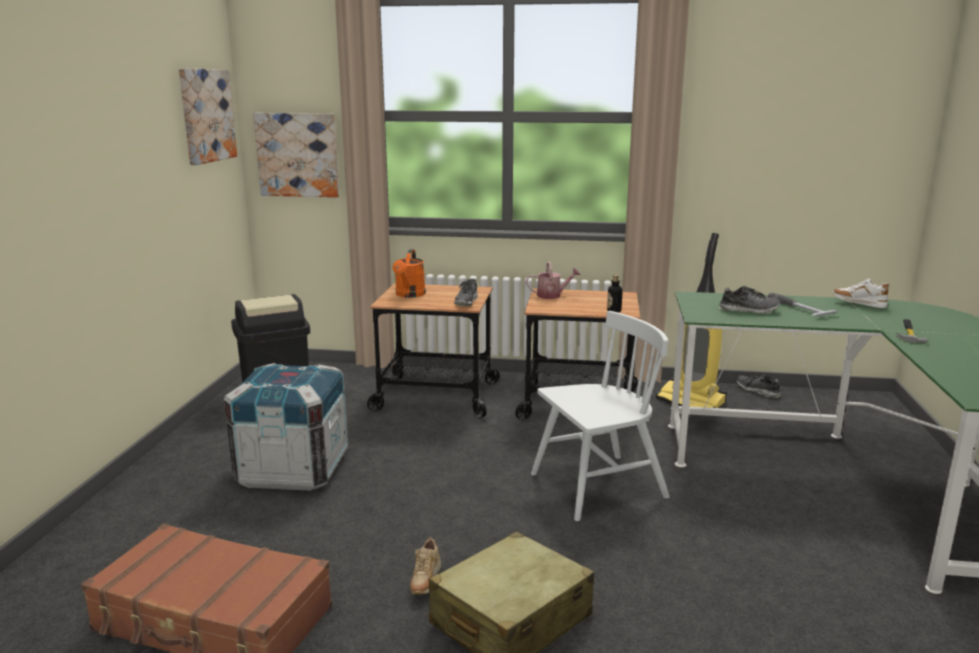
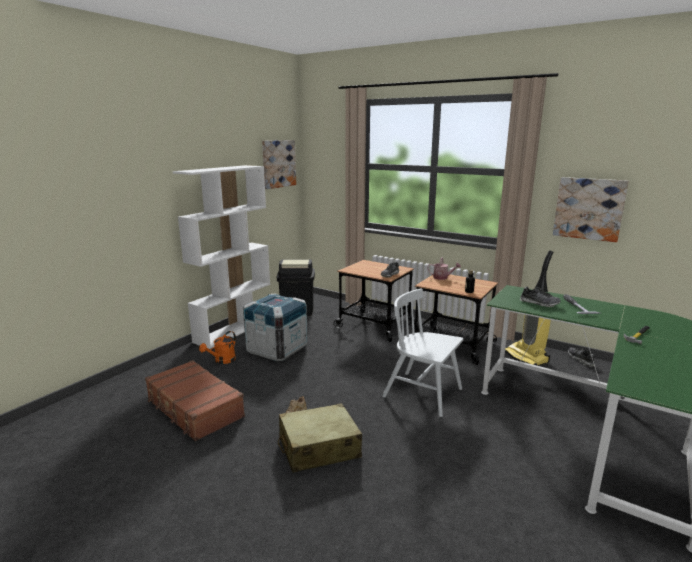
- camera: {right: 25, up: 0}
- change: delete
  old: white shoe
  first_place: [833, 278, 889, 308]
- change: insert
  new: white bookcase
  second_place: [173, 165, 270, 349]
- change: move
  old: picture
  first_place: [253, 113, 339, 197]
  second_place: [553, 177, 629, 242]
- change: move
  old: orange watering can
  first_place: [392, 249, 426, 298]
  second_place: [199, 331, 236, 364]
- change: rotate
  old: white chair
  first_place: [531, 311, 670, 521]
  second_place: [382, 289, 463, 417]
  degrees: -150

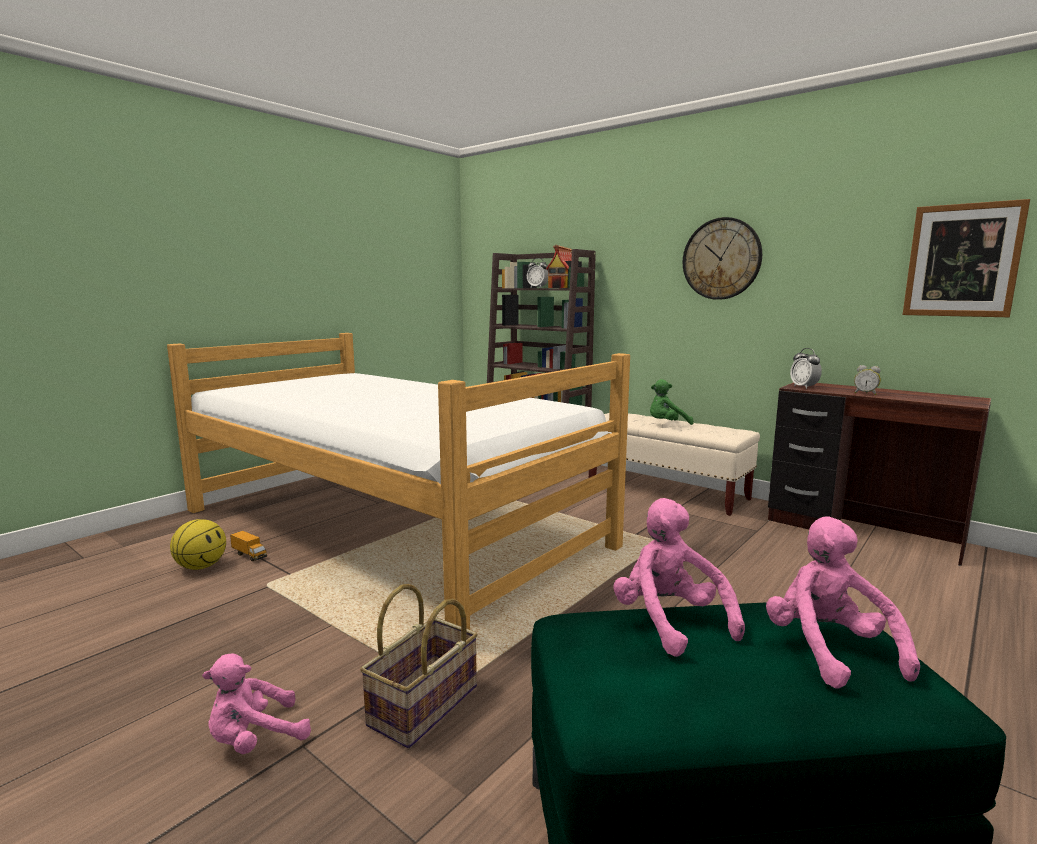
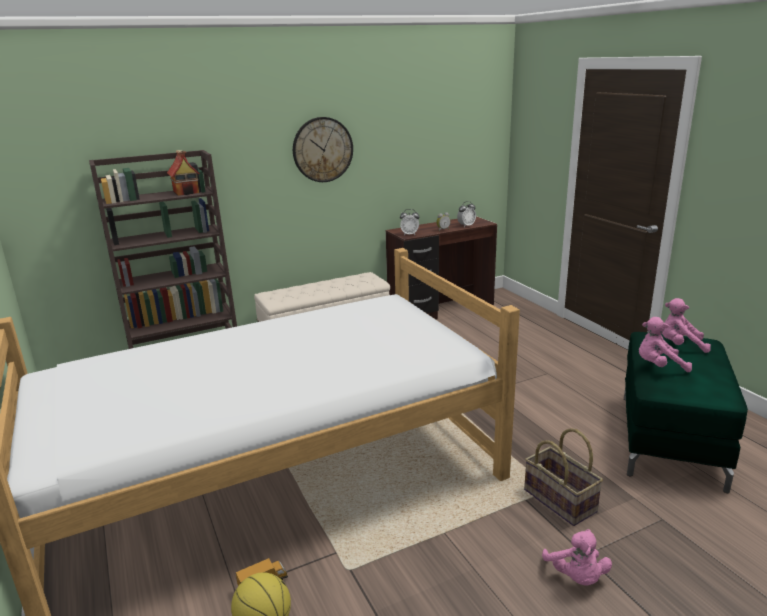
- camera: {right: -65, up: 10}
- change: delete
  old: green plush toy
  first_place: [650, 379, 694, 425]
- change: delete
  old: picture
  first_place: [903, 199, 1030, 317]
- change: move
  old: alarm clock
  first_place: [527, 258, 548, 288]
  second_place: [457, 201, 476, 228]

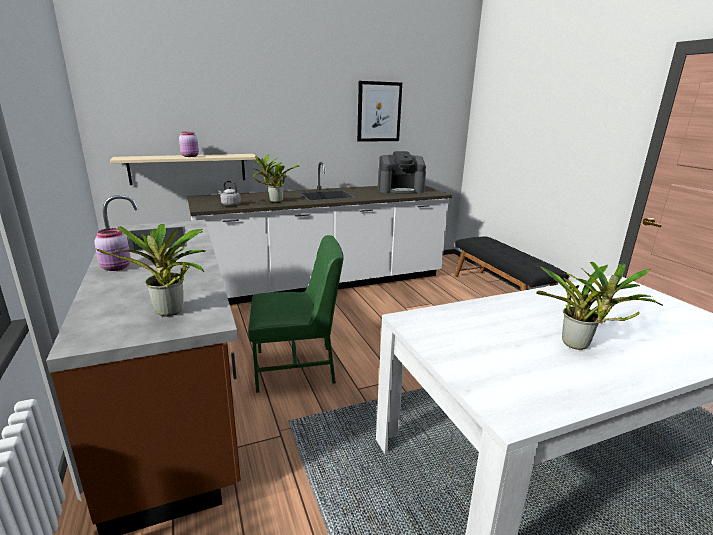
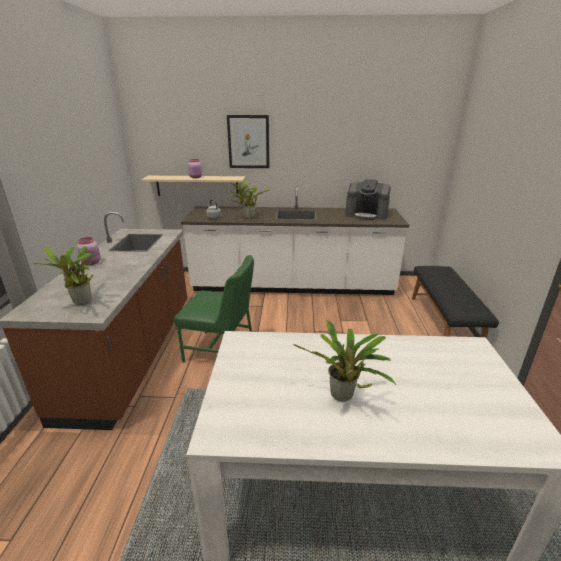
- camera: {right: 25, up: 5}
- change: move
  old: picture
  first_place: [357, 81, 402, 142]
  second_place: [227, 115, 269, 168]

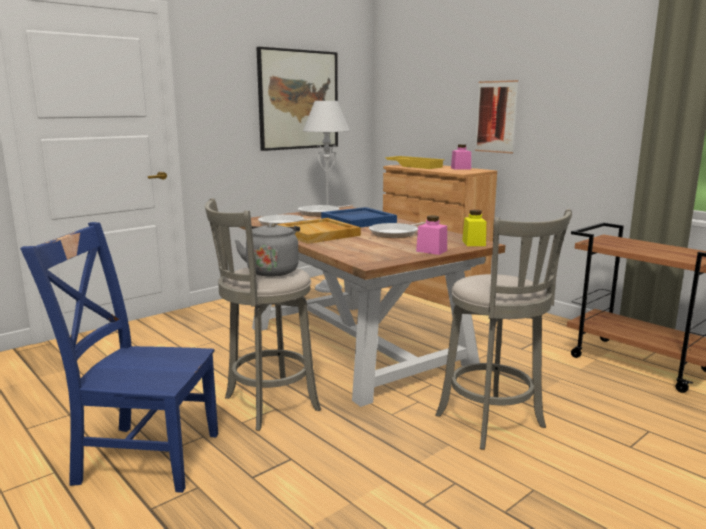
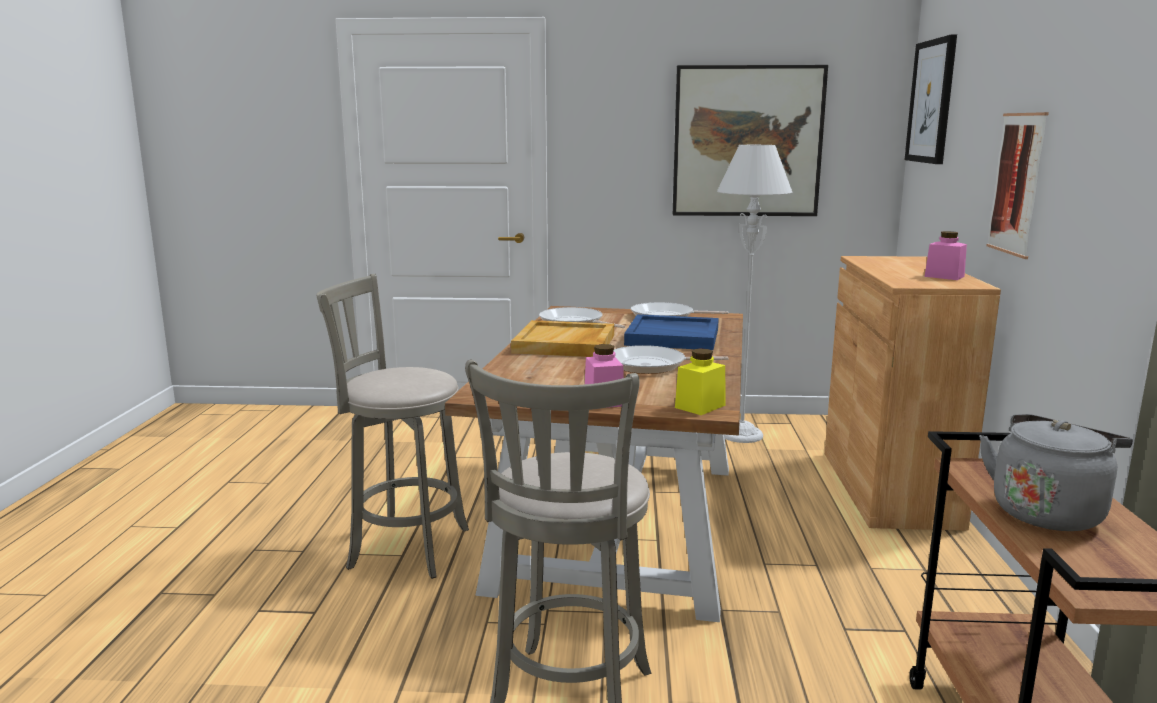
- camera: {right: 45, up: 0}
- change: delete
  old: blue chair
  first_place: [20, 222, 218, 493]
- change: delete
  old: yellow tray
  first_place: [385, 156, 445, 169]
- change: insert
  new: picture
  second_place: [905, 35, 957, 164]
- change: move
  old: grey kettle
  first_place: [235, 223, 300, 277]
  second_place: [979, 414, 1133, 531]

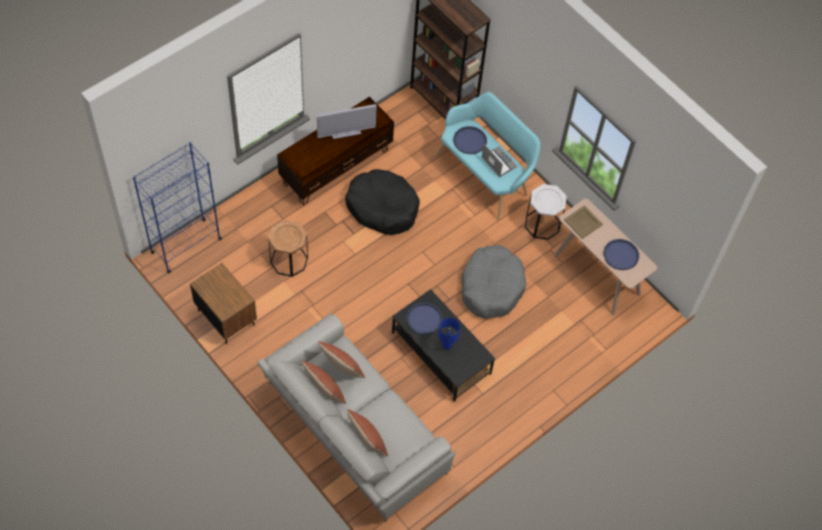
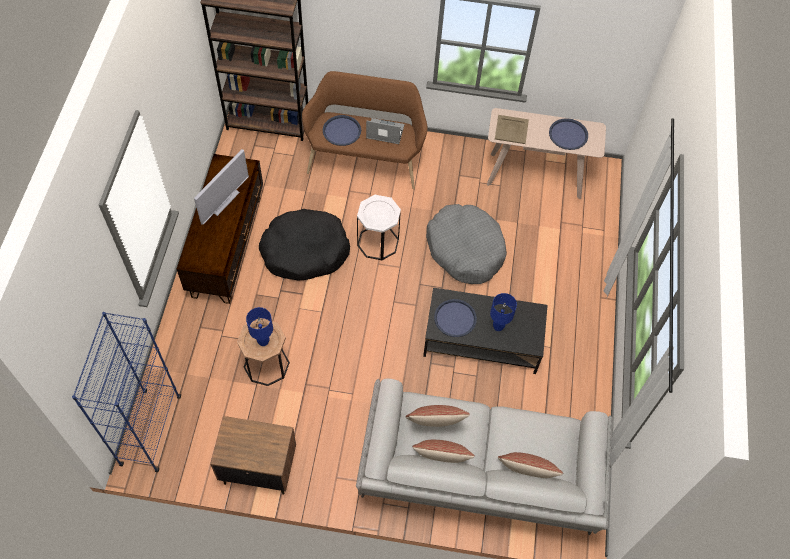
- camera: {right: -40, up: 0}
- change: insert
  new: blue table lamp
  second_place: [246, 307, 273, 346]
- change: move
  old: white side table
  first_place: [525, 184, 566, 240]
  second_place: [357, 195, 401, 260]
- change: recolor
  old: turquoise bench
  new: brown bench
  first_place: [435, 92, 541, 220]
  second_place: [302, 71, 428, 189]

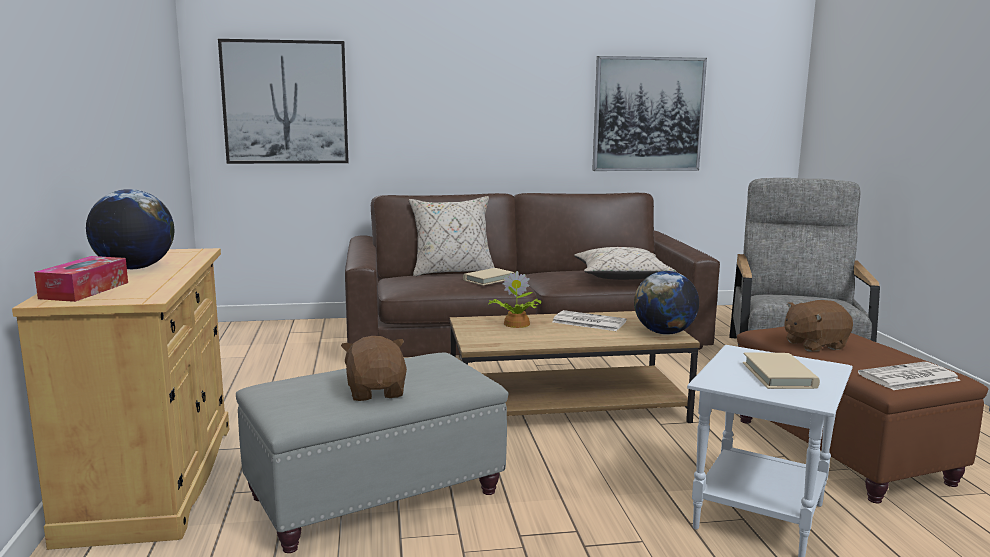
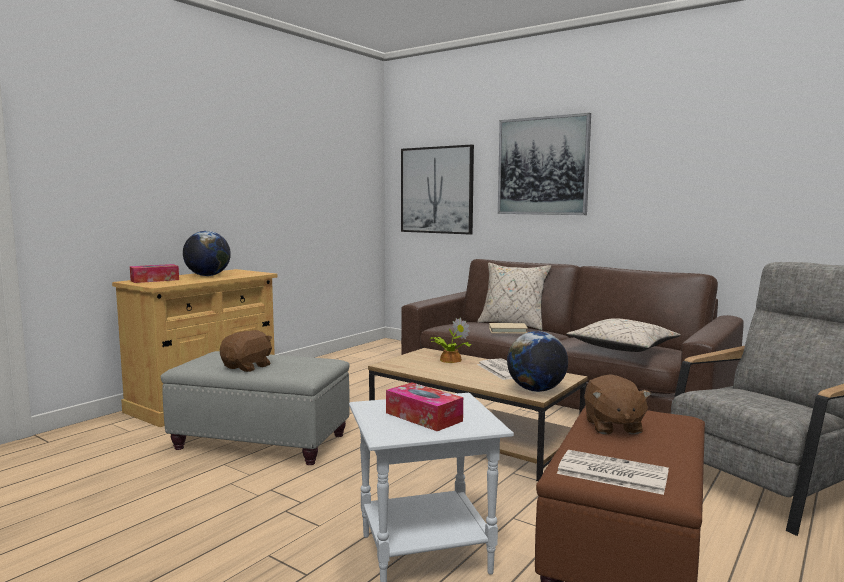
- camera: {right: 45, up: -5}
- change: move
  old: picture
  first_place: [592, 56, 707, 171]
  second_place: [498, 113, 591, 215]
- change: replace
  old: beige book
  new: tissue box
  first_place: [743, 353, 820, 389]
  second_place: [386, 382, 463, 431]
- change: rotate
  old: brown plush toy
  first_place: [784, 300, 853, 352]
  second_place: [584, 374, 651, 434]
  degrees: -120

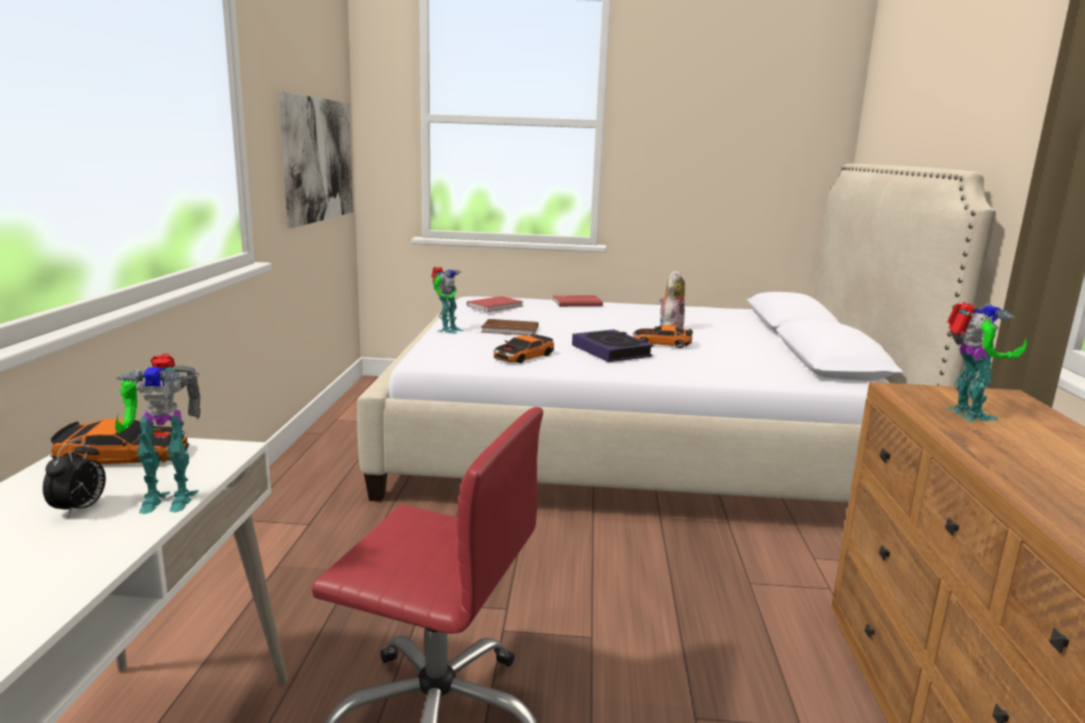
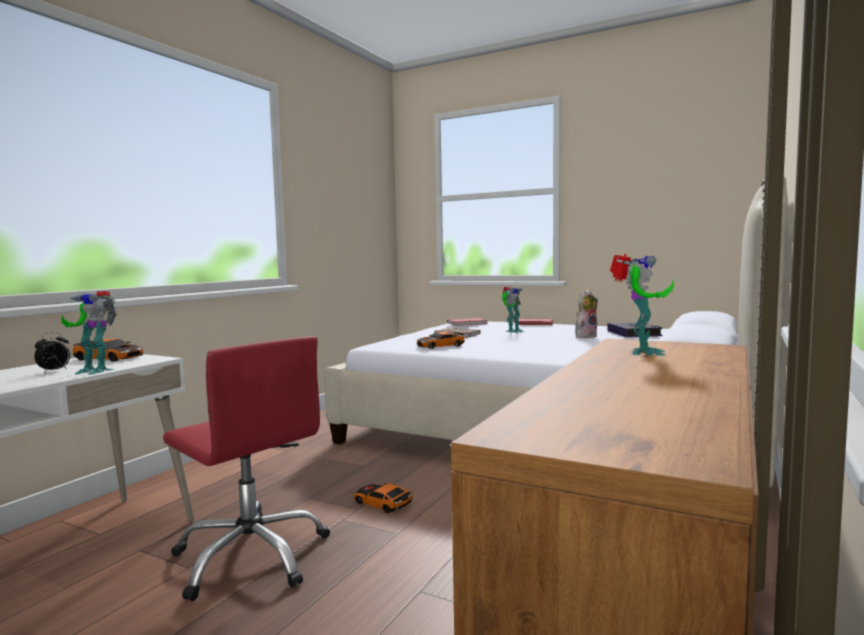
- camera: {right: 25, up: -10}
- change: delete
  old: picture
  first_place: [279, 91, 353, 228]
- change: move
  old: toy robot
  first_place: [431, 267, 464, 334]
  second_place: [502, 287, 524, 333]
- change: move
  old: book
  first_place: [572, 329, 653, 362]
  second_place: [607, 322, 663, 337]
- change: move
  old: toy car
  first_place: [633, 325, 693, 348]
  second_place: [354, 483, 413, 513]

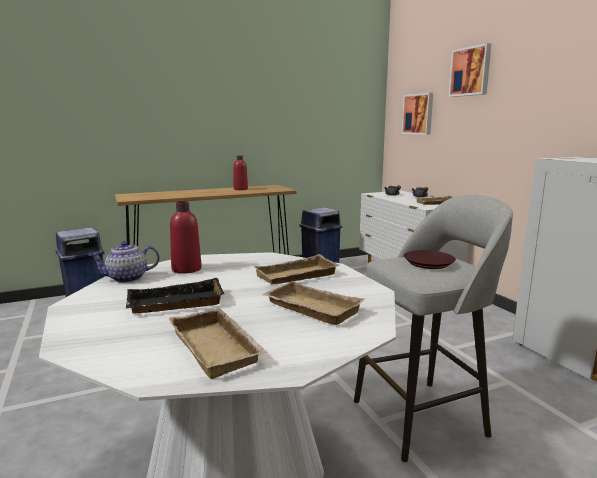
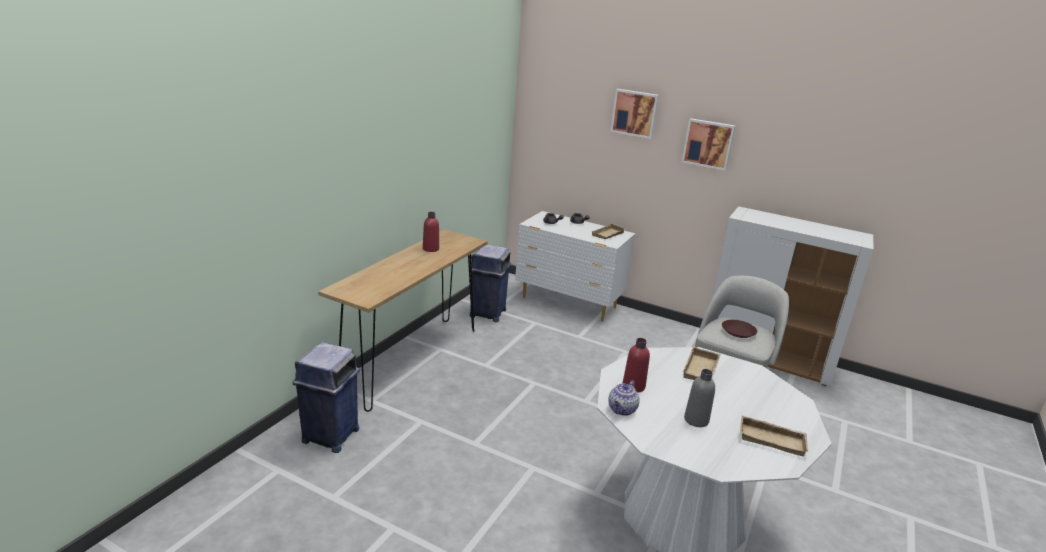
- camera: {right: -40, up: 10}
- change: delete
  old: beige tray
  first_place: [262, 281, 364, 325]
- change: move
  old: picture
  first_place: [402, 93, 433, 135]
  second_place: [682, 118, 735, 171]
- change: replace
  old: black tray
  new: grey bottle
  first_place: [126, 278, 224, 314]
  second_place: [684, 369, 715, 427]

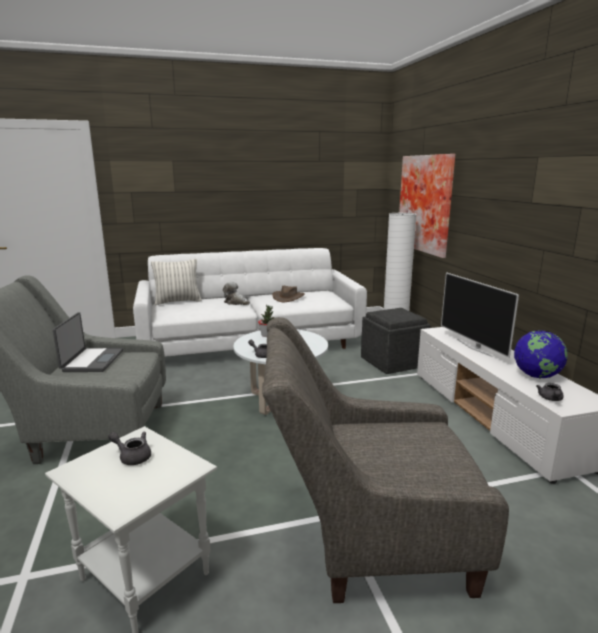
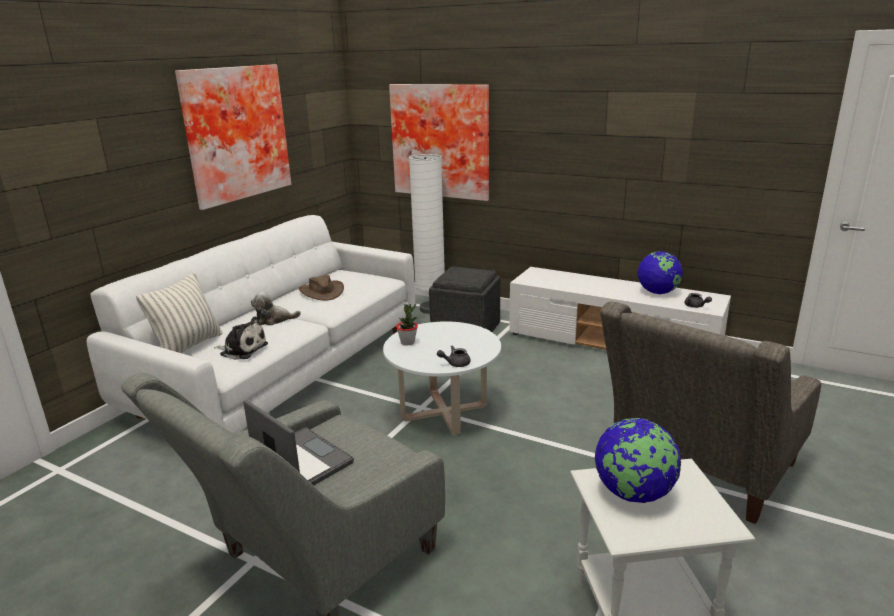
- camera: {right: -45, up: 5}
- change: delete
  old: television
  first_place: [441, 272, 519, 358]
- change: insert
  new: picture
  second_place: [175, 64, 291, 210]
- change: insert
  new: plush toy
  second_place: [214, 317, 268, 360]
- change: replace
  old: grey teapot
  new: globe
  first_place: [108, 432, 151, 465]
  second_place: [595, 418, 681, 503]

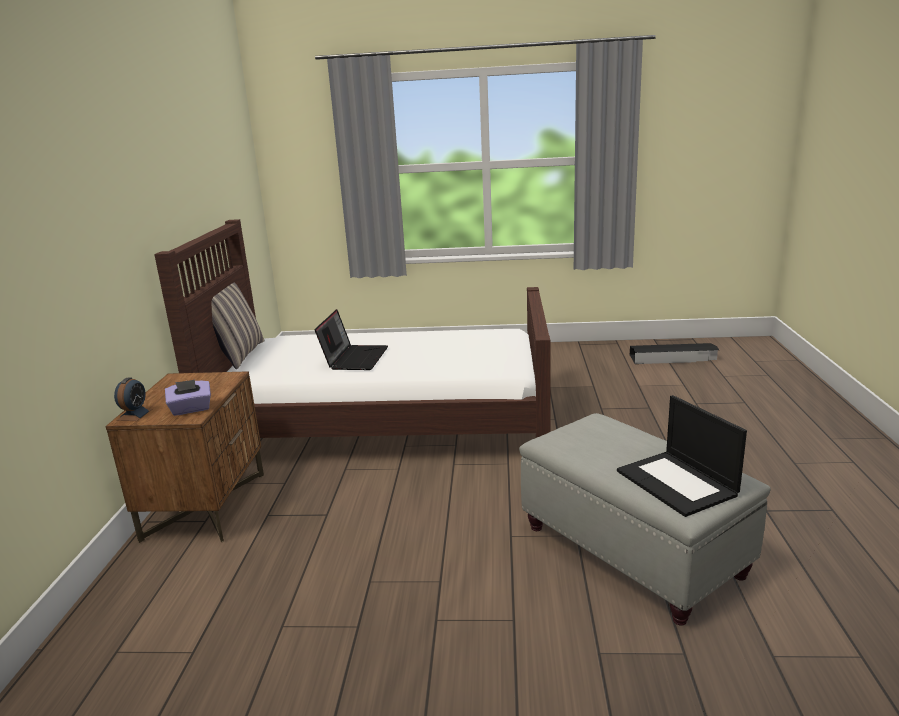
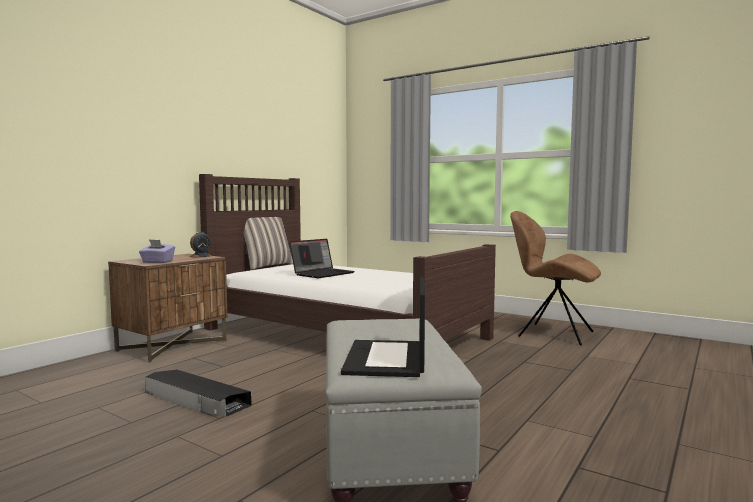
- camera: {right: 30, up: -15}
- change: insert
  new: brown chair
  second_place: [510, 211, 601, 346]
- change: move
  old: alarm clock
  first_place: [114, 377, 152, 421]
  second_place: [189, 232, 211, 258]
- change: move
  old: black storage box
  first_place: [630, 343, 719, 364]
  second_place: [145, 370, 252, 417]

